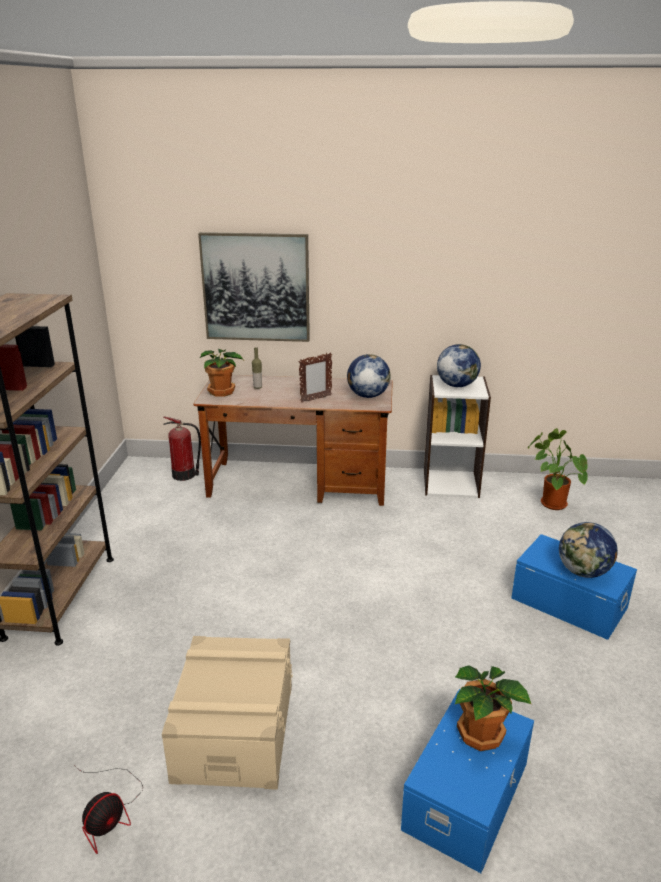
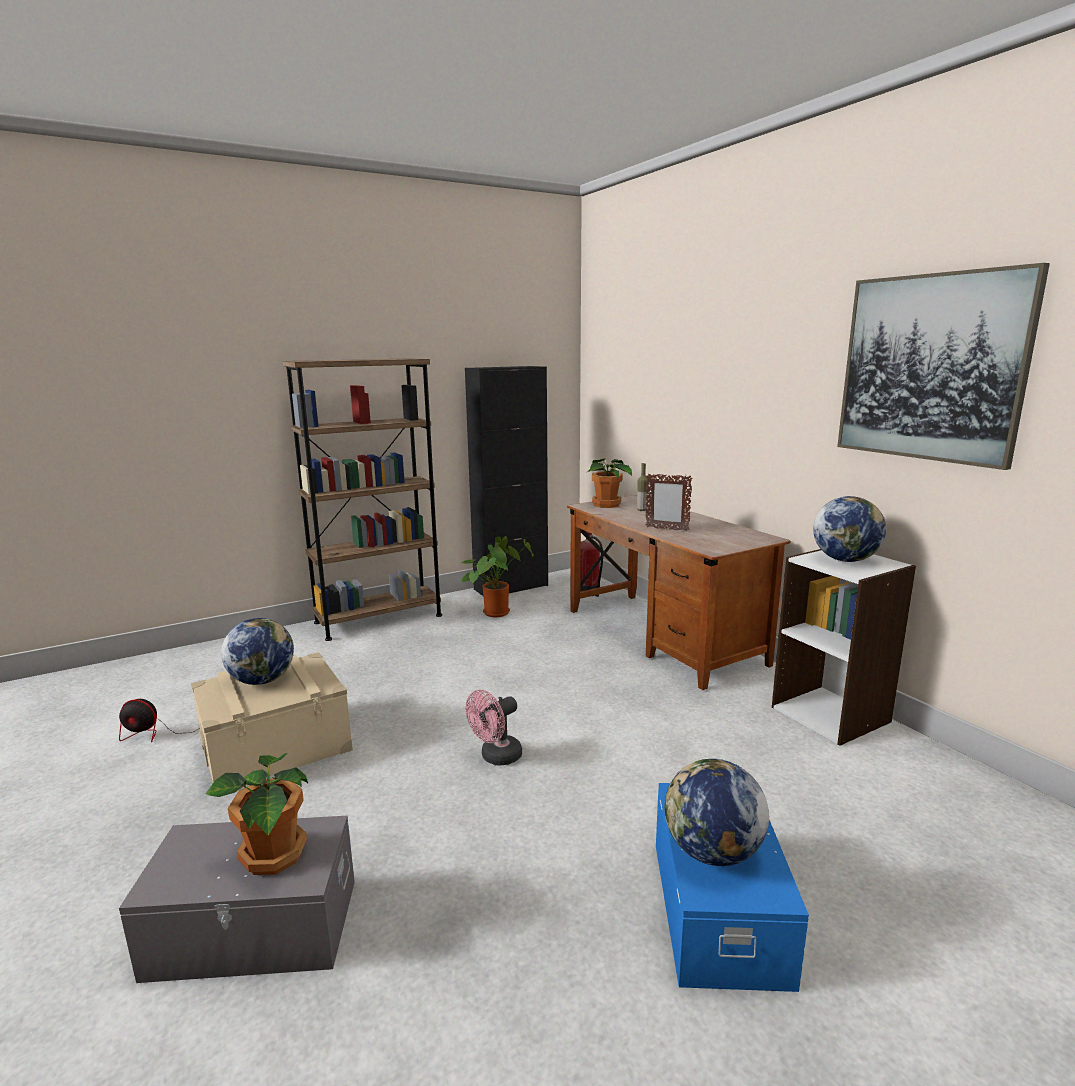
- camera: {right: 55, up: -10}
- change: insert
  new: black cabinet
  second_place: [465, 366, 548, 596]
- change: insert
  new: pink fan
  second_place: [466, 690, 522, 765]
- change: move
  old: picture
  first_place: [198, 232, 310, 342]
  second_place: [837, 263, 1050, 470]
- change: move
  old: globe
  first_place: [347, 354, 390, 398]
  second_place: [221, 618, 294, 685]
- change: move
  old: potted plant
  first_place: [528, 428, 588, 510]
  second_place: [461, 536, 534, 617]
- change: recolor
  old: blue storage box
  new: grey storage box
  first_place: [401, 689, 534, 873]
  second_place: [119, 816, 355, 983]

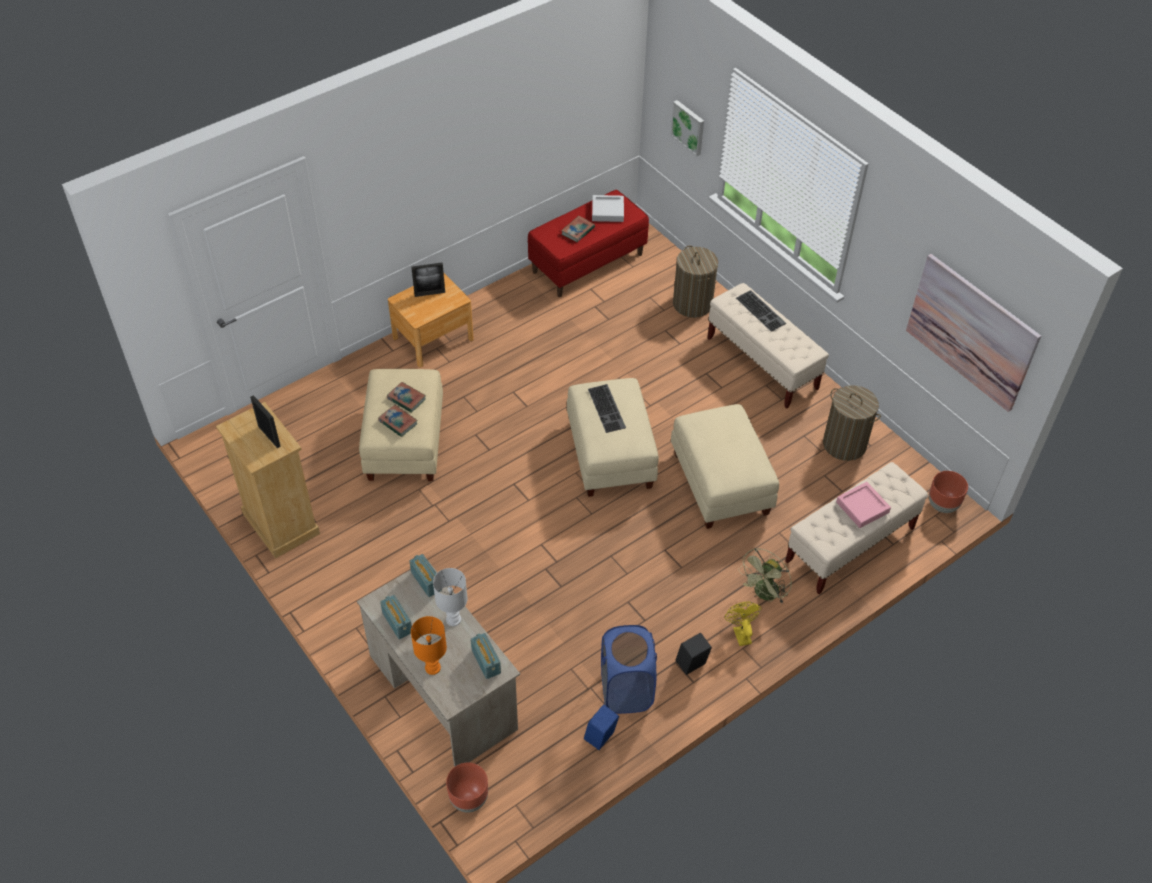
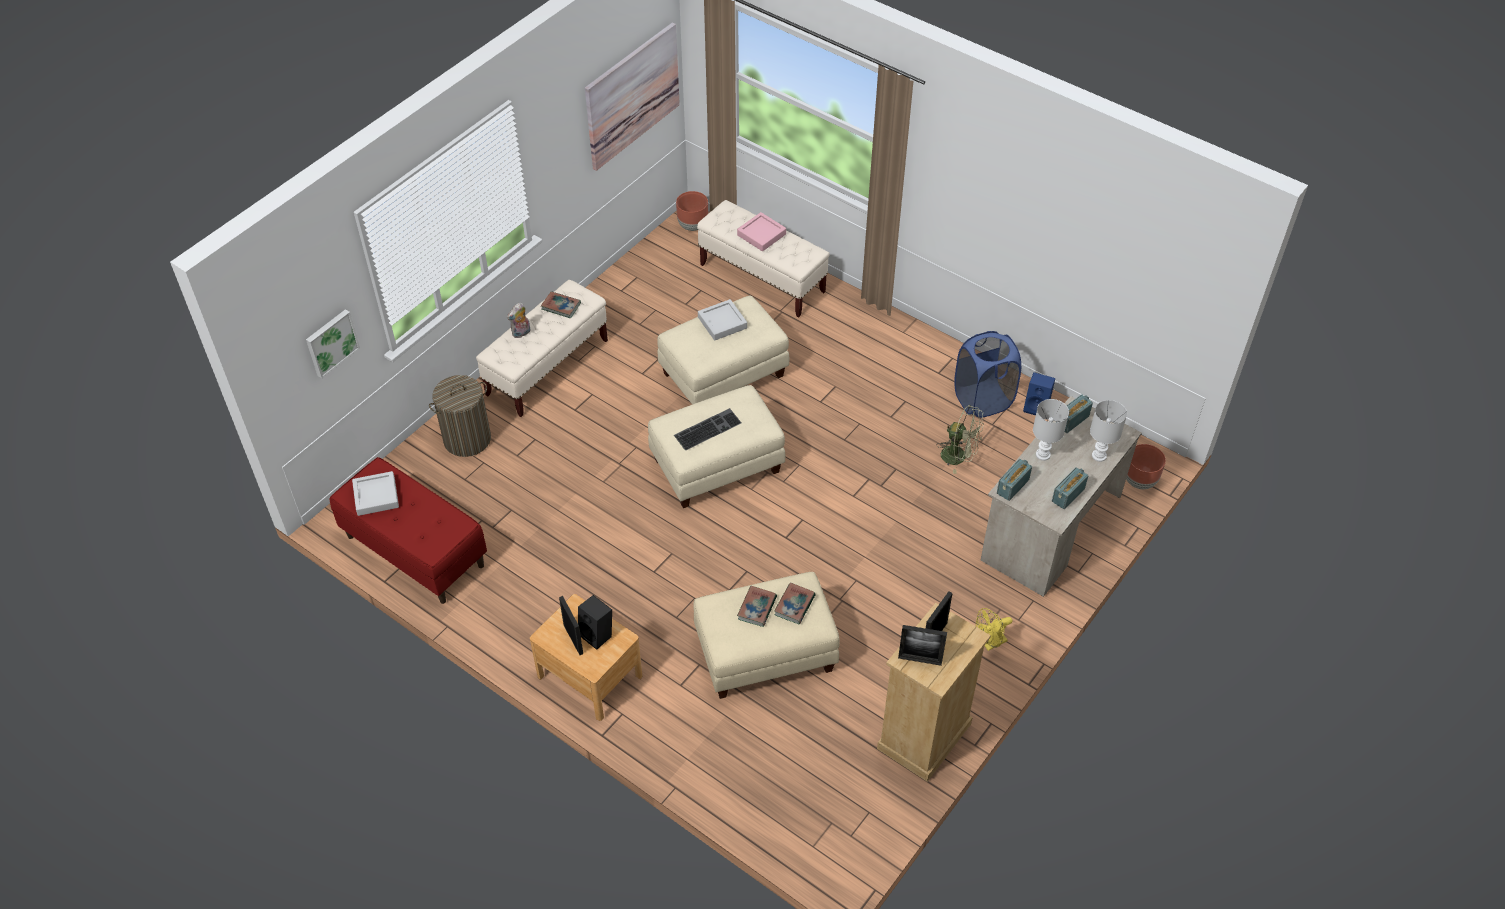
- camera: {right: -105, up: 0}
- change: delete
  old: laundry basket
  first_place: [823, 385, 881, 461]
- change: insert
  new: grey tray
  second_place: [698, 299, 747, 341]
- change: insert
  new: picture frame
  second_place: [898, 625, 947, 666]
- change: move
  old: book
  first_place: [561, 216, 595, 242]
  second_place: [541, 291, 581, 318]
- change: move
  old: black speaker
  first_place: [676, 632, 712, 675]
  second_place: [578, 595, 612, 650]
- change: move
  old: yellow fan
  first_place: [724, 602, 762, 646]
  second_place: [976, 608, 1012, 651]
- change: move
  old: green fan
  first_place: [738, 548, 792, 604]
  second_place: [936, 405, 984, 474]
- change: replace
  old: keyboard
  new: plush toy
  first_place: [736, 290, 786, 332]
  second_place: [507, 302, 530, 338]
- change: recolor
  old: orange table lamp
  new: white table lamp
  first_place: [411, 616, 447, 675]
  second_place: [1090, 400, 1127, 462]

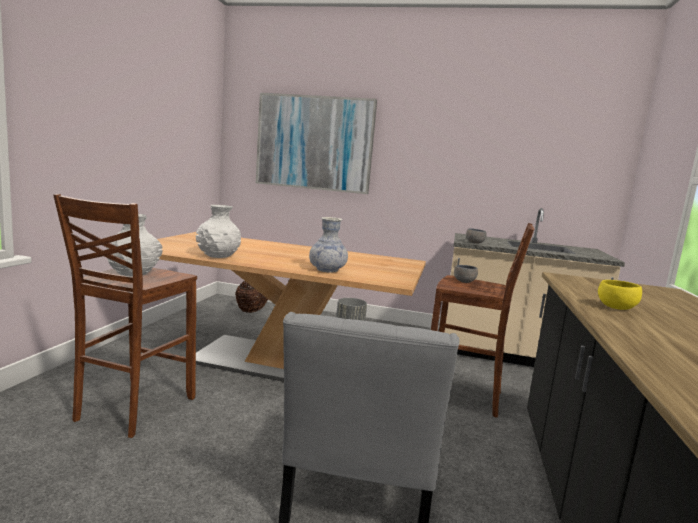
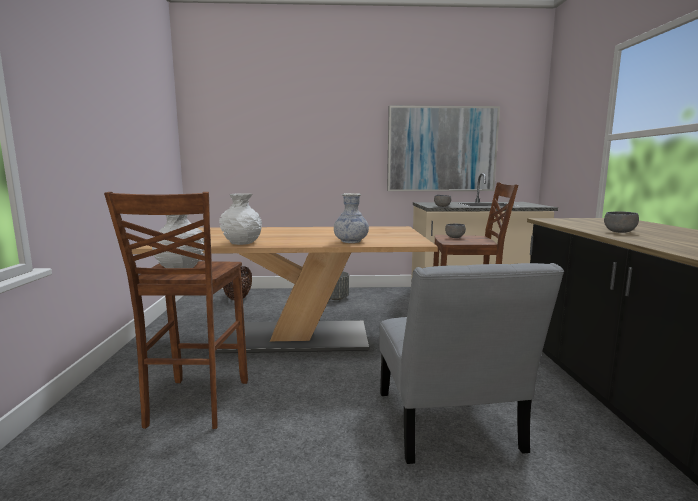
- camera: {right: -15, up: 0}
- change: move
  old: picture
  first_place: [256, 93, 377, 194]
  second_place: [387, 105, 500, 191]
- change: recolor
  old: yellow bowl
  new: grey bowl
  first_place: [598, 280, 642, 310]
  second_place: [604, 211, 639, 233]

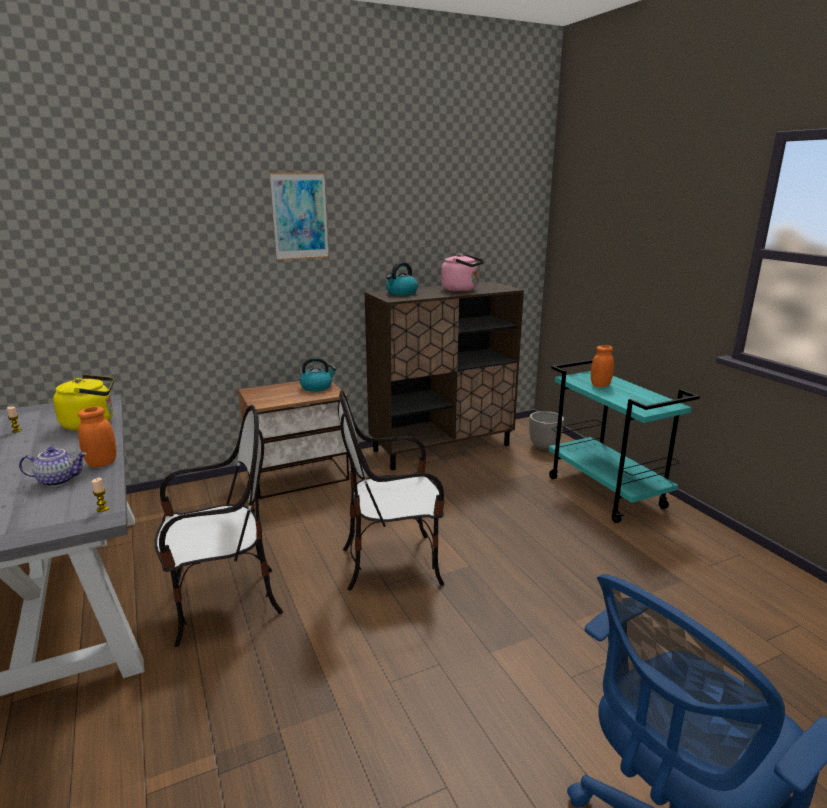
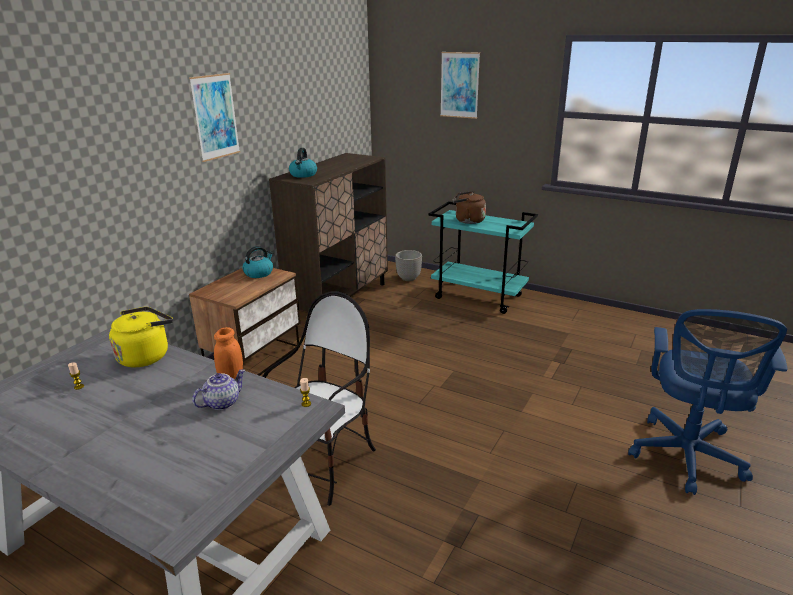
- camera: {right: -35, up: 5}
- change: delete
  old: chair
  first_place: [338, 390, 445, 591]
- change: delete
  old: pink kettle
  first_place: [441, 254, 484, 292]
- change: insert
  new: picture
  second_place: [440, 52, 480, 119]
- change: replace
  old: orange jar
  new: brown kettle
  first_place: [591, 345, 614, 387]
  second_place: [452, 191, 486, 224]

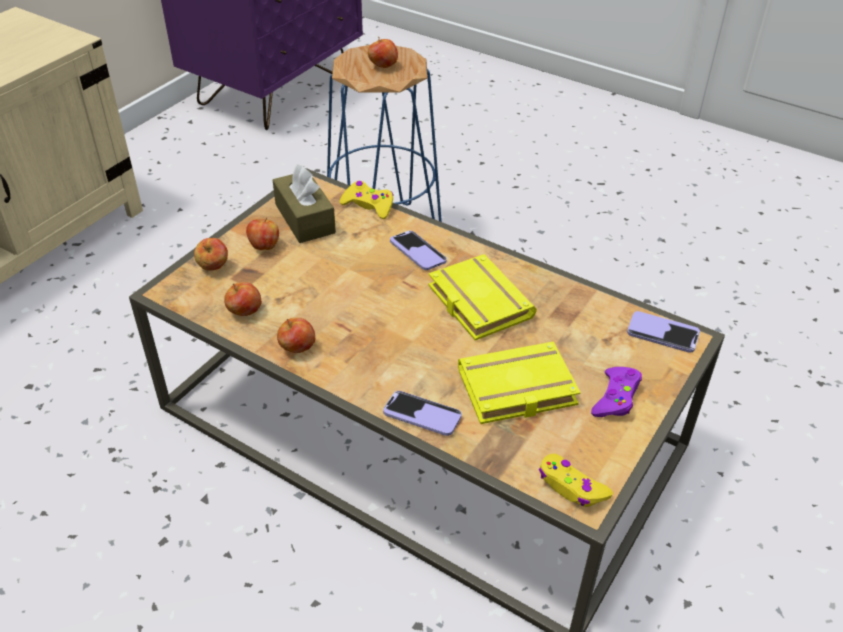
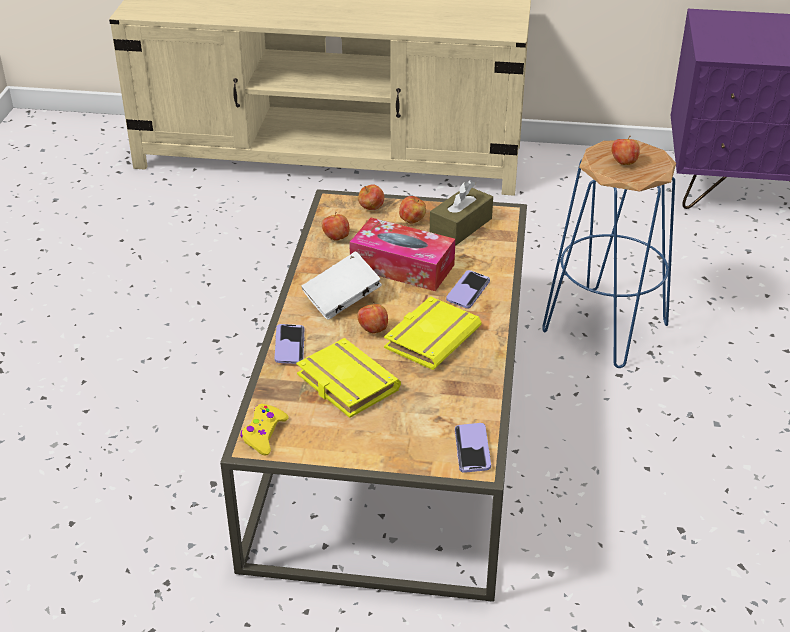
- camera: {right: 65, up: -5}
- change: delete
  old: yellow game controller
  first_place: [340, 181, 394, 219]
- change: delete
  old: purple game controller
  first_place: [591, 367, 642, 417]
- change: insert
  new: white book
  second_place: [301, 251, 382, 320]
- change: insert
  new: tissue box
  second_place: [349, 218, 455, 291]
- change: move
  old: apple
  first_place: [277, 318, 315, 353]
  second_place: [357, 301, 388, 334]

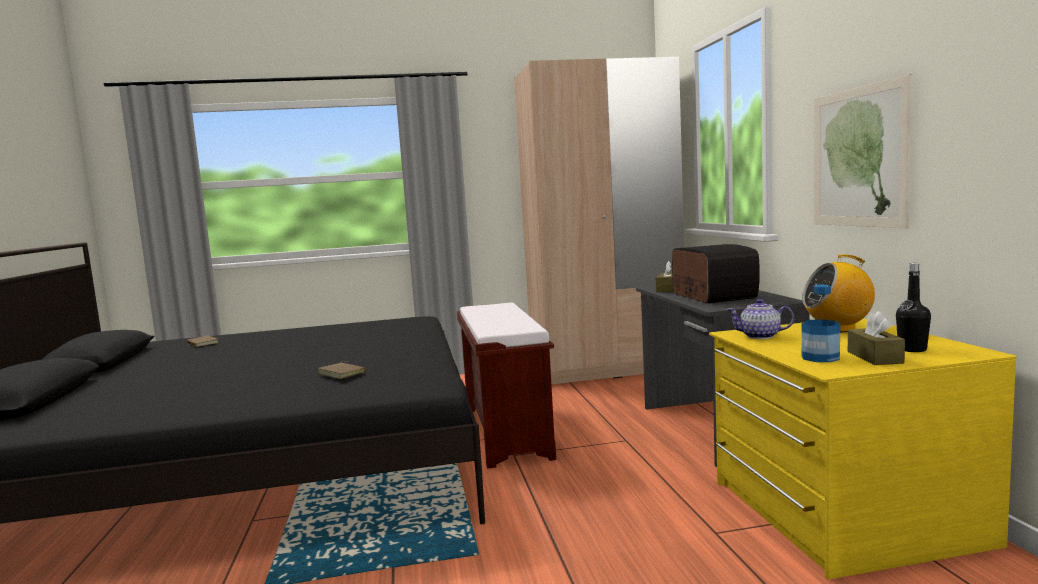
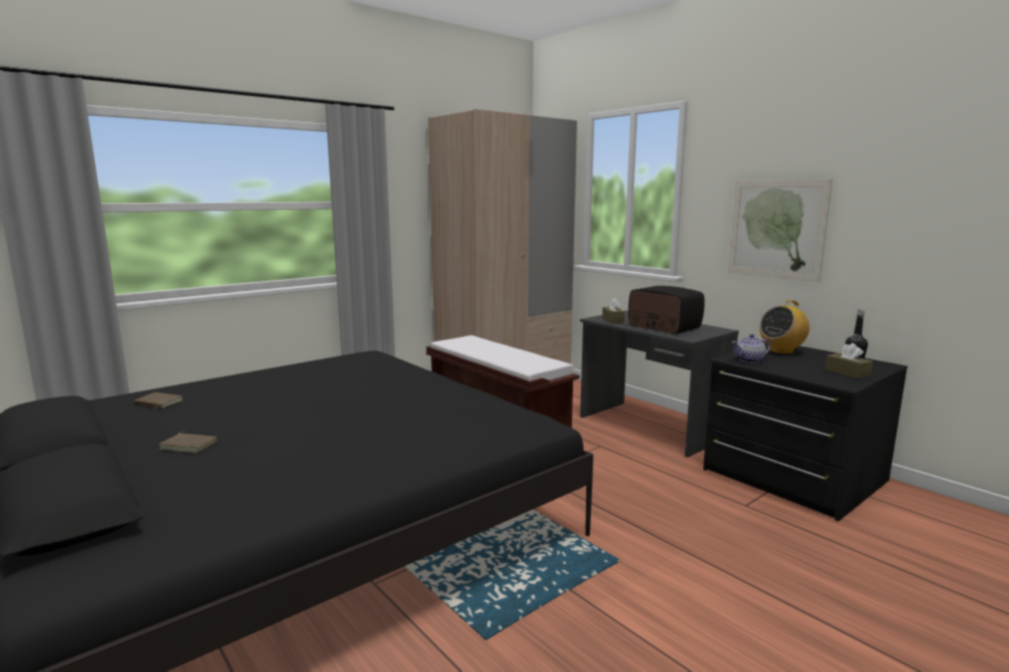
- camera: {right: -30, up: 5}
- change: delete
  old: bottle
  first_place: [802, 284, 841, 362]
- change: move
  old: brown book
  first_place: [318, 361, 365, 379]
  second_place: [159, 430, 218, 453]
- change: recolor
  old: yellow dresser
  new: black dresser
  first_place: [709, 318, 1017, 580]
  second_place: [703, 342, 908, 521]

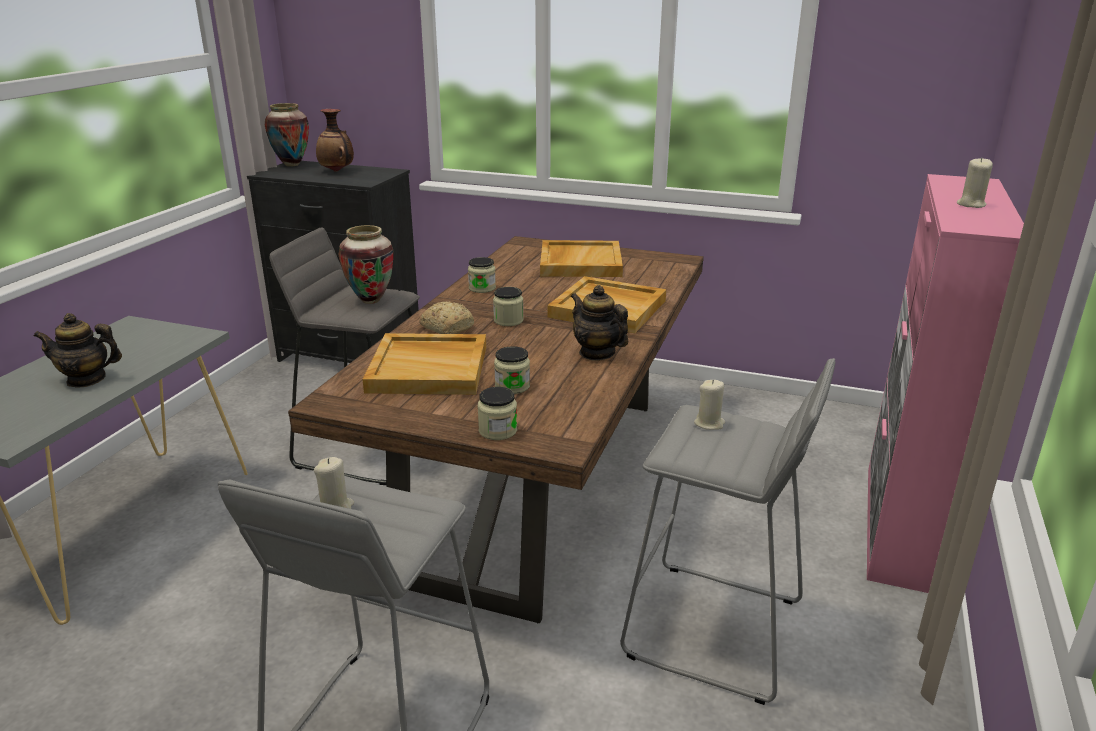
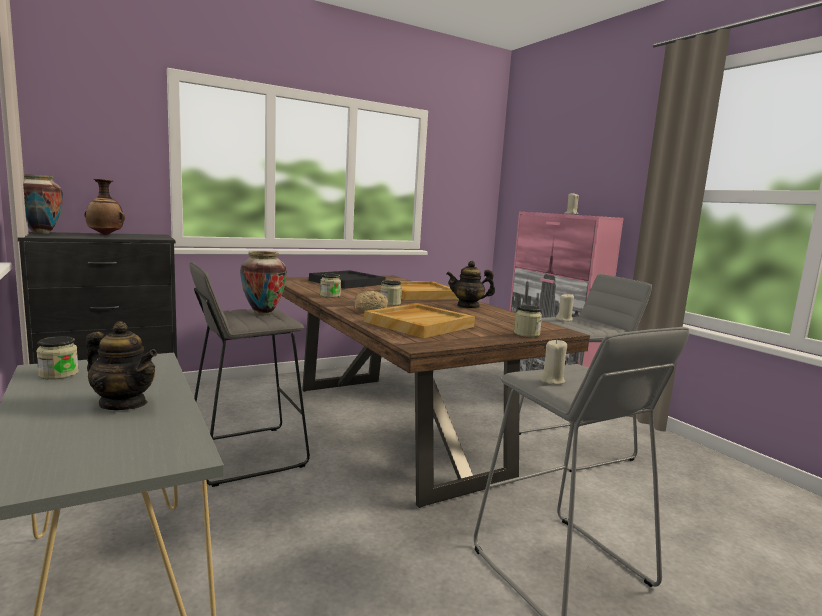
- camera: {right: -50, up: -15}
- change: move
  old: jar
  first_place: [494, 346, 530, 394]
  second_place: [36, 336, 79, 380]
- change: recolor
  old: beige tray
  new: black tray
  first_place: [540, 240, 623, 277]
  second_place: [309, 270, 386, 289]
- change: rotate
  old: teapot
  first_place: [34, 313, 122, 388]
  second_place: [86, 321, 157, 410]
  degrees: -105

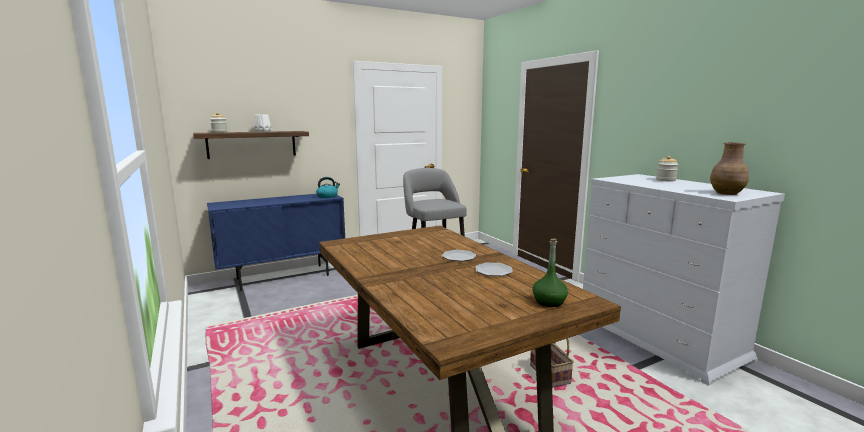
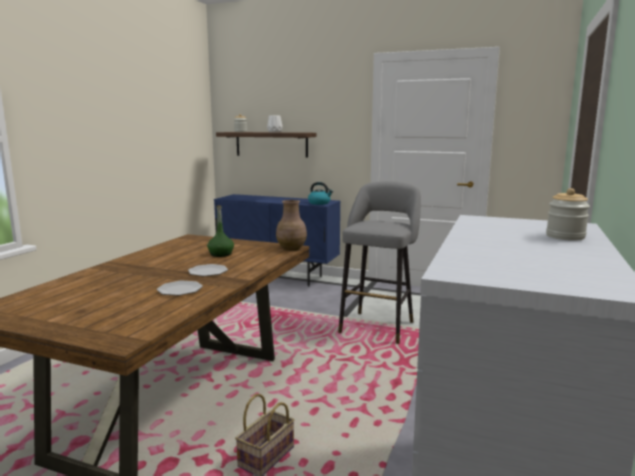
- camera: {right: 50, up: 0}
- change: move
  old: green bottle
  first_place: [532, 238, 568, 307]
  second_place: [207, 205, 234, 257]
- change: move
  old: brown vase
  first_place: [710, 142, 749, 195]
  second_place: [276, 200, 307, 251]

